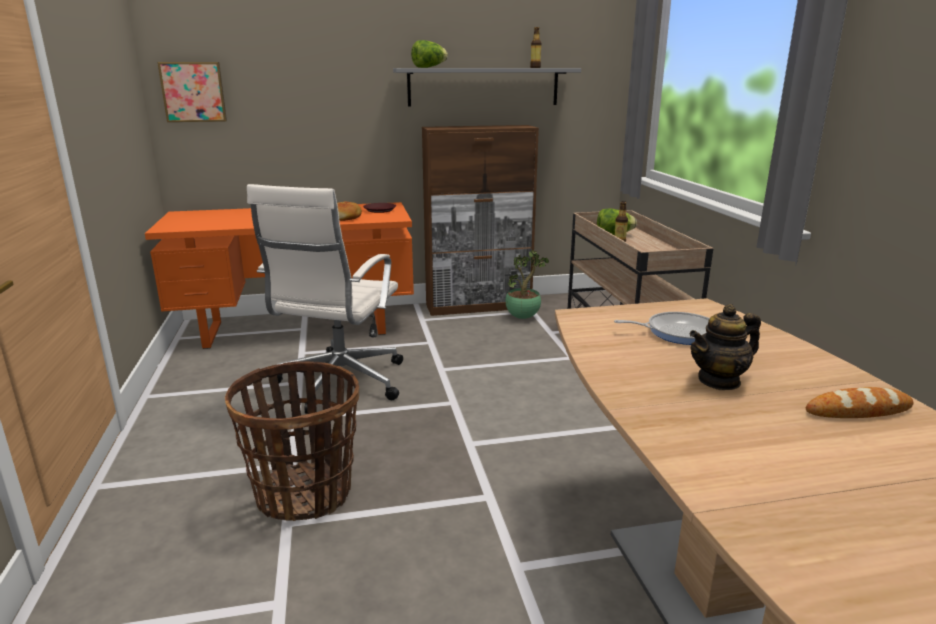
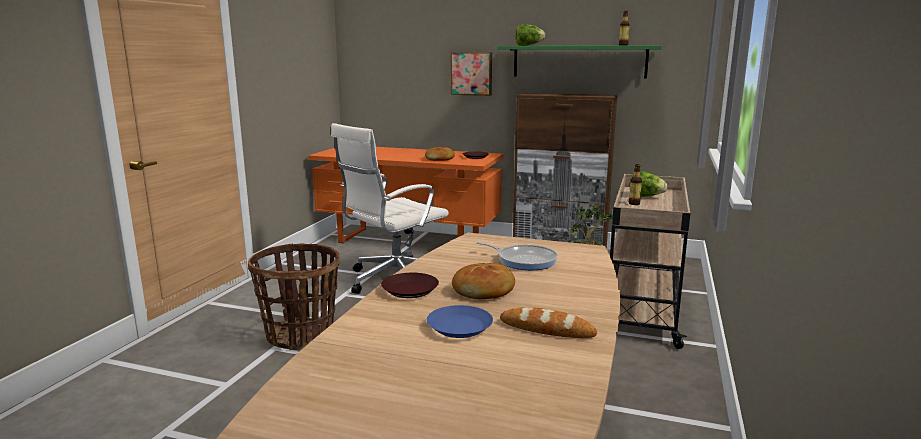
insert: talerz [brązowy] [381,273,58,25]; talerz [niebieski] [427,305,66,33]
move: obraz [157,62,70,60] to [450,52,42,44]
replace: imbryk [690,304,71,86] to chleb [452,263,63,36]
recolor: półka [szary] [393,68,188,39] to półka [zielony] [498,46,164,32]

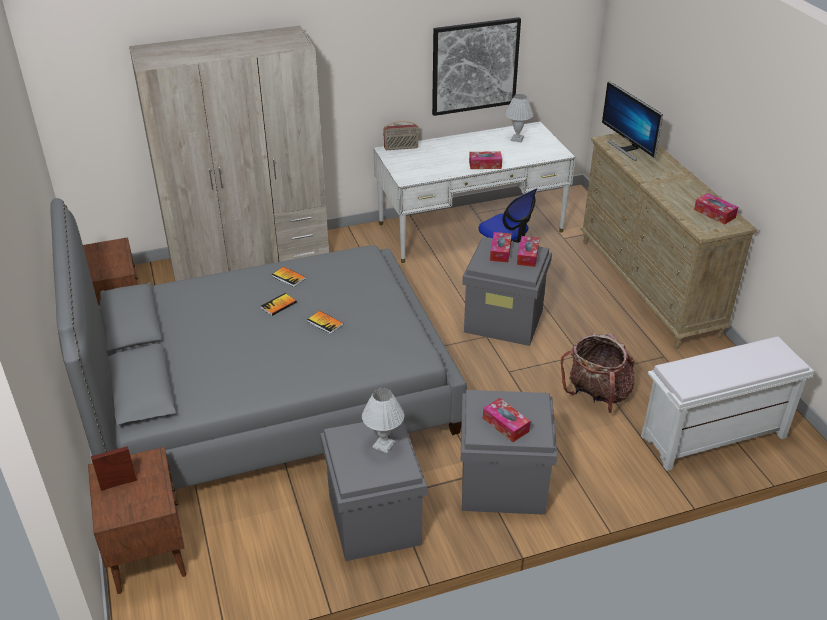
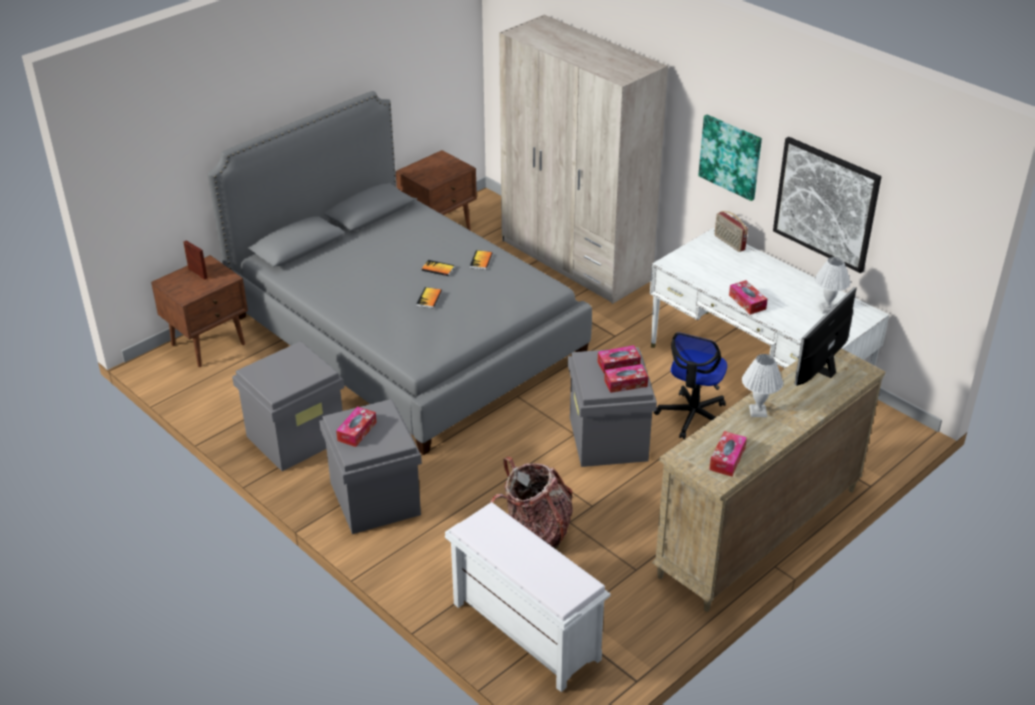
insert: obraz [698,114,64,87]
move: lampa stołowa [biały] [362,388,42,65] to [742,354,41,63]

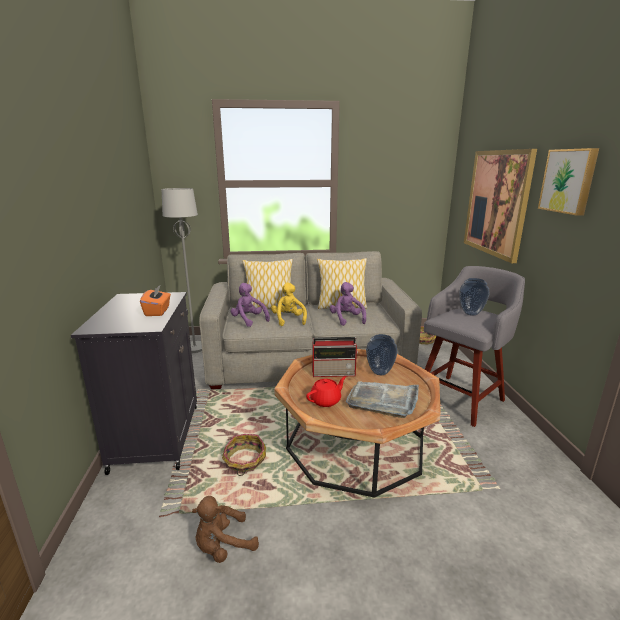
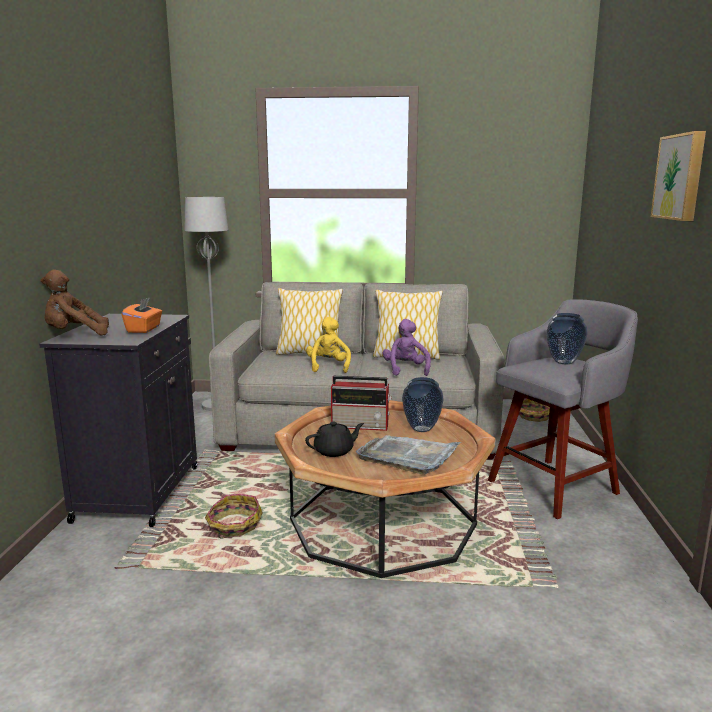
delete: obraz [464,149,73,114]; pluszak [fioletowy] [231,283,39,44]
move: pluszak [brązowy] [192,496,67,67] to [41,269,68,67]
recolor: imbryk [czerwony] [306,376,40,31] to imbryk [czarny] [305,422,59,35]

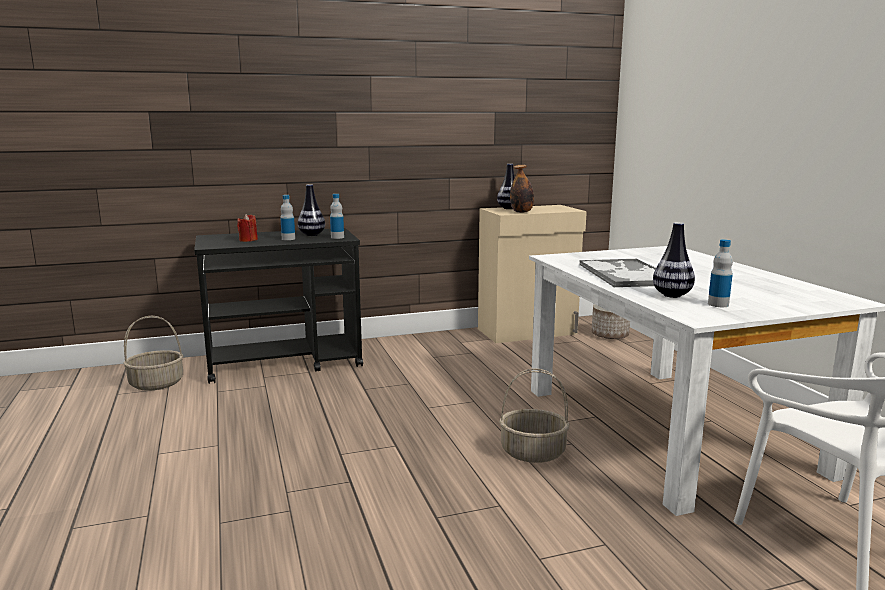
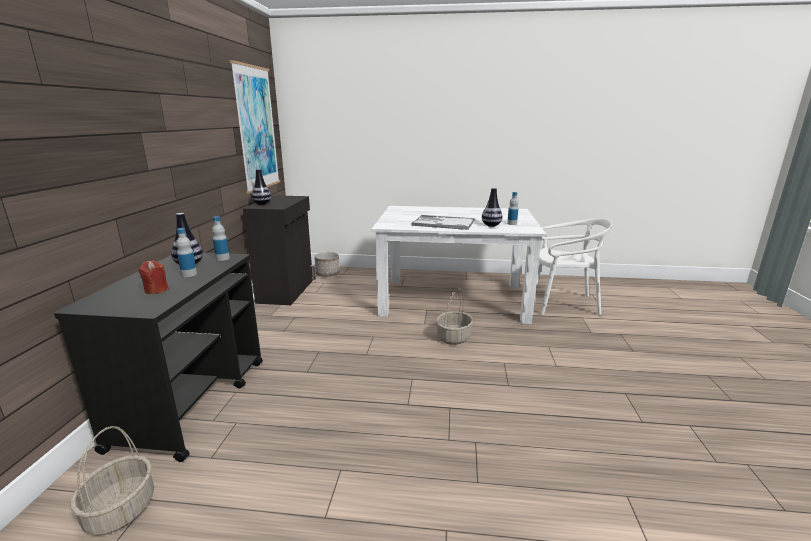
delete: butelka [510,165,24,48]
insert: obraz [230,60,50,134]
recolor: szafka [beżowy] [478,205,109,138] to szafka [czarny] [243,195,73,110]

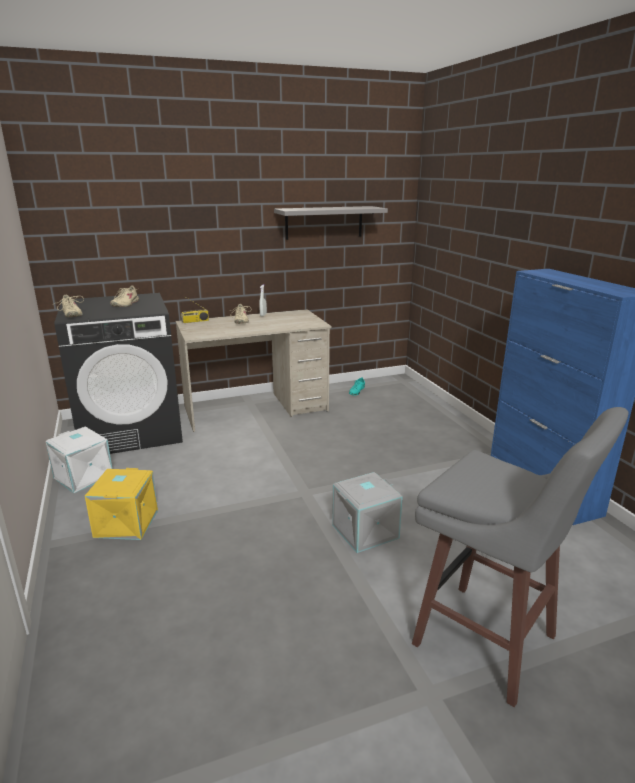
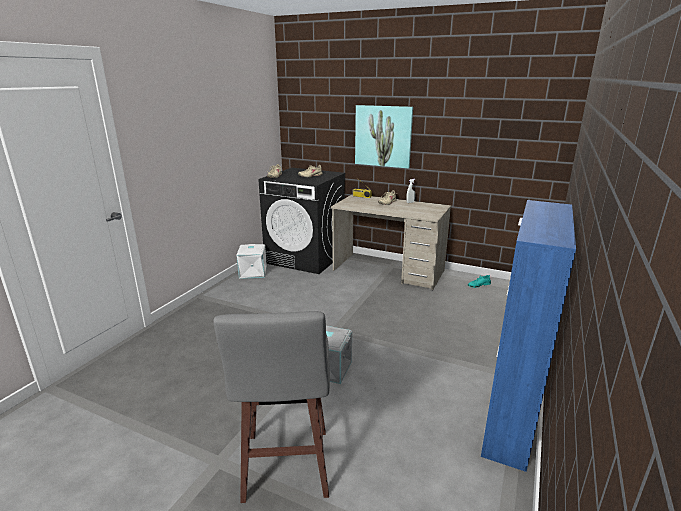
delete: półka [szary] [274,206,114,34]; pojemnik do przechowywania [żółty] [85,468,73,72]
insert: obraz [355,105,58,63]

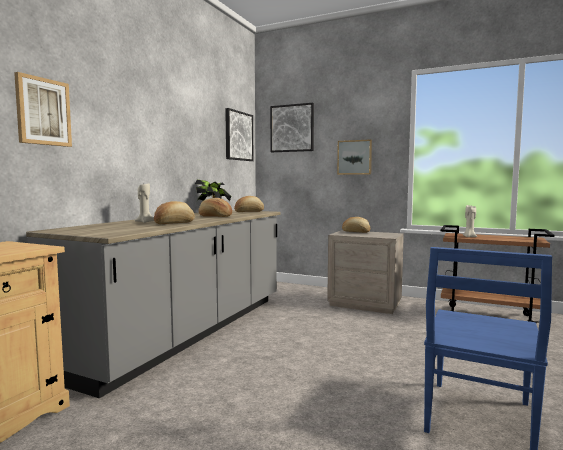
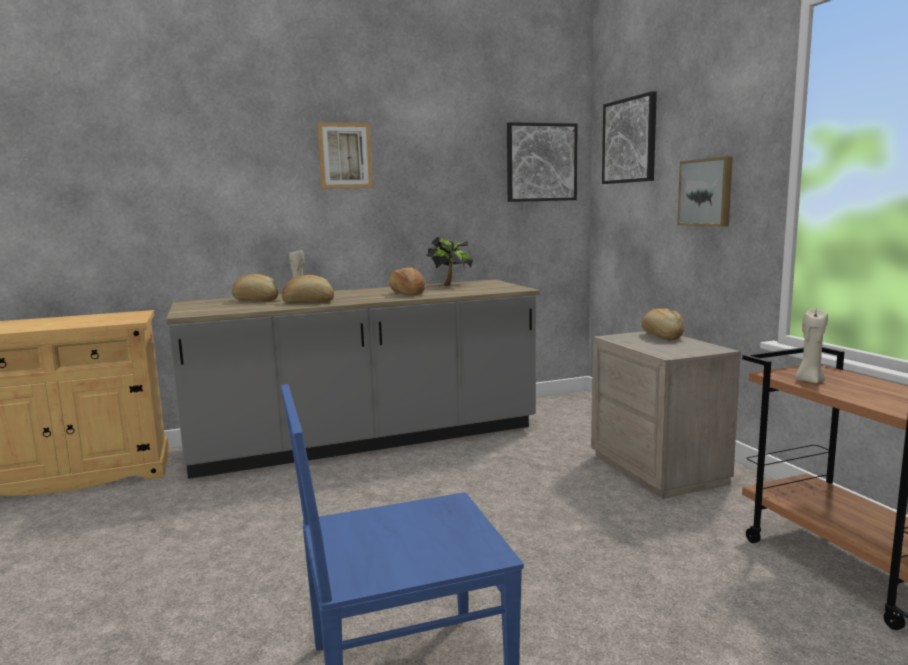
move: obraz [14,72,58,75] to [317,122,56,67]; chleb [234,196,30,16] to [232,274,46,27]

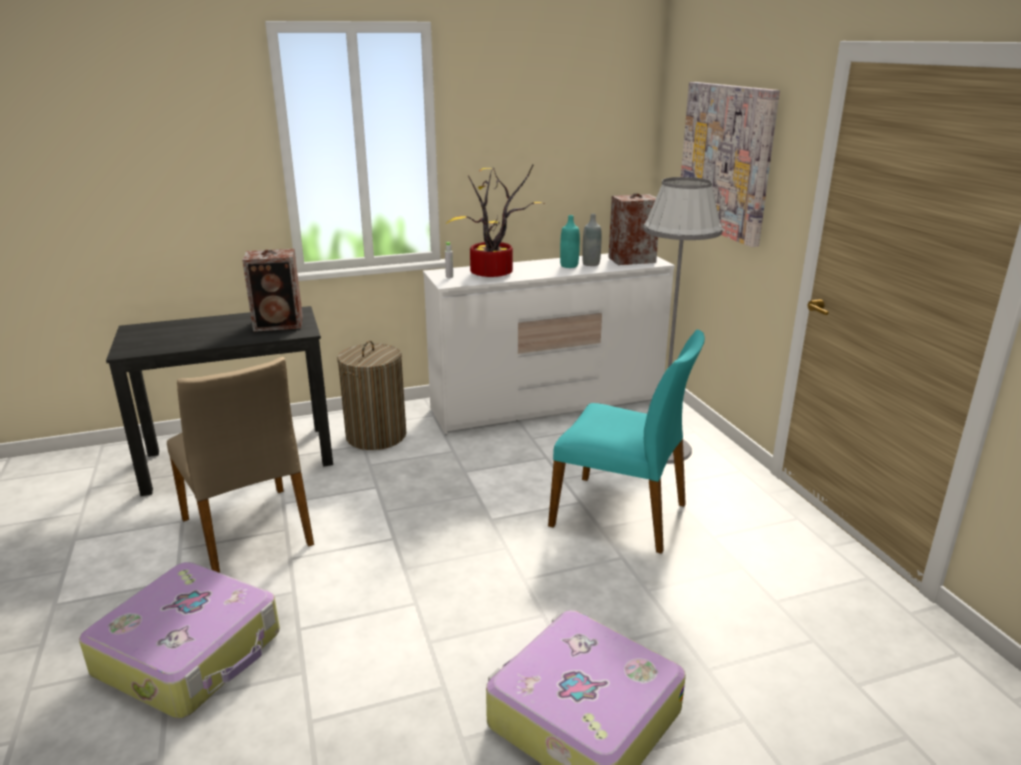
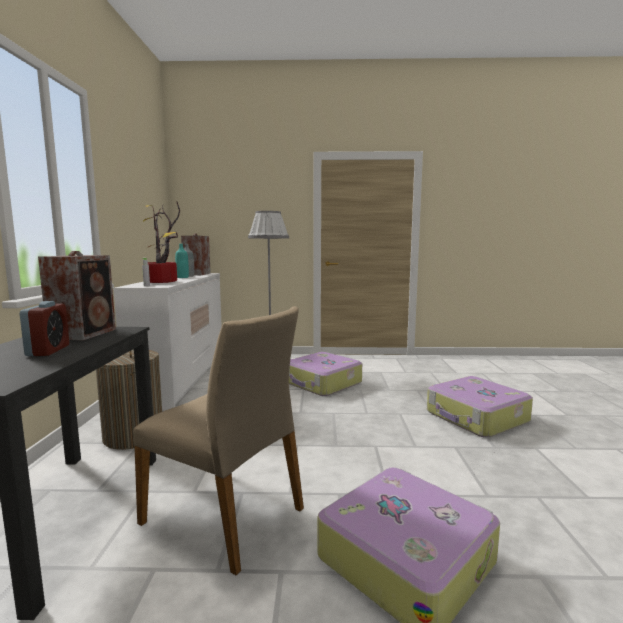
delete: obraz [681,82,99,165]
insert: budzik [20,301,49,55]
replace: krzesło [turkusowy] [548,330,157,224] to walizka [289,352,73,44]
rotate: krzesło [beżowy] [167,357,147,216] = [133,306,171,269] 45 degrees clockwise

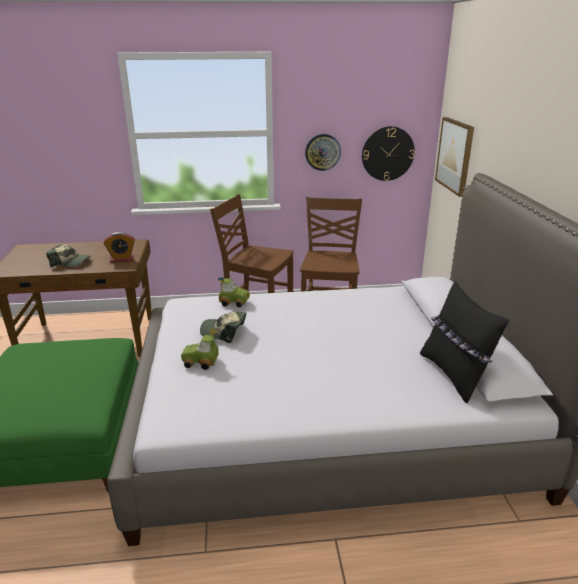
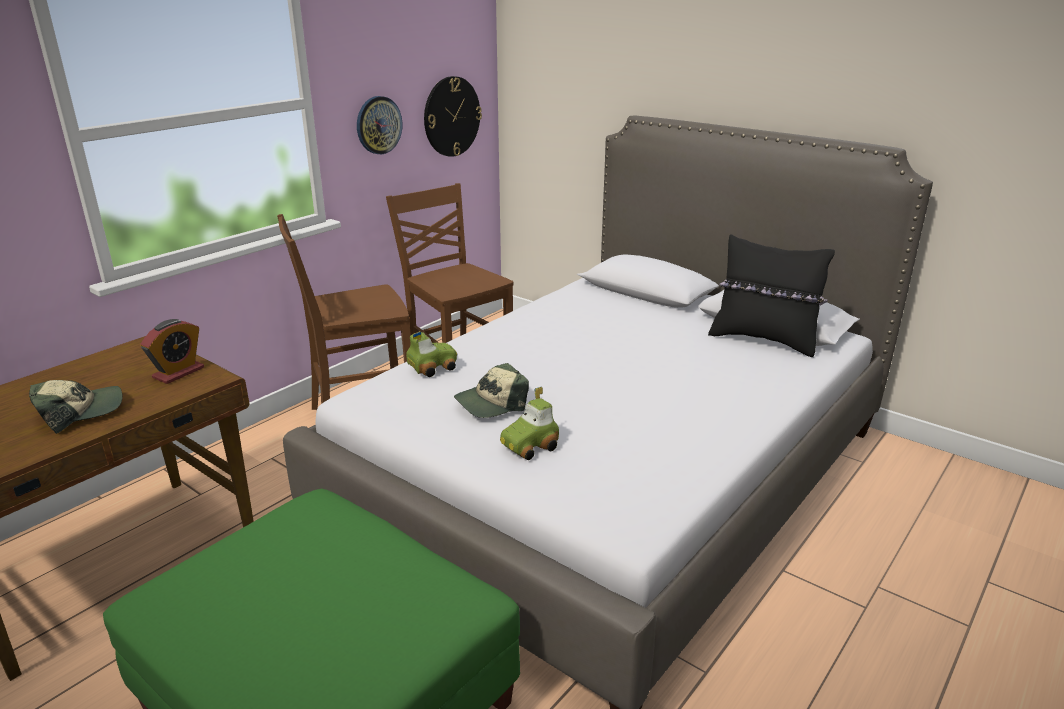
delete: obraz [435,117,39,80]

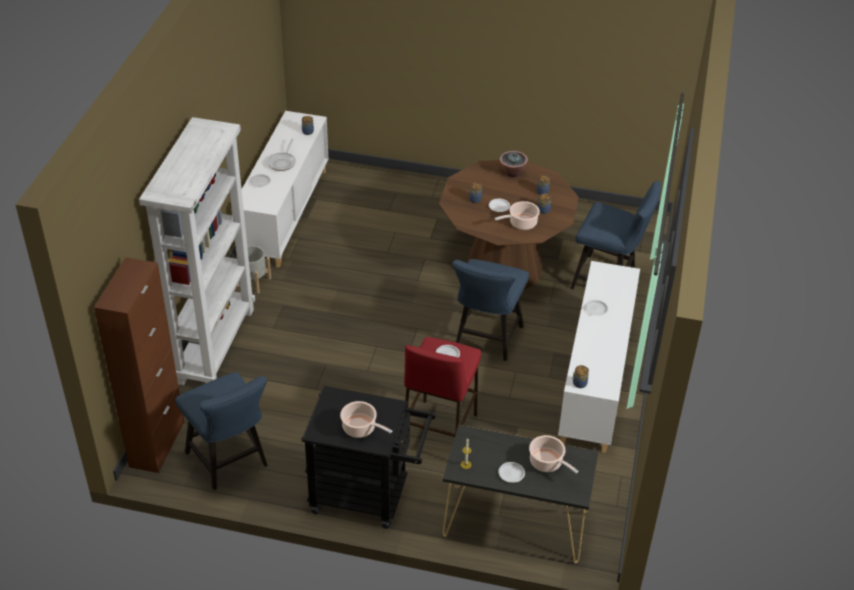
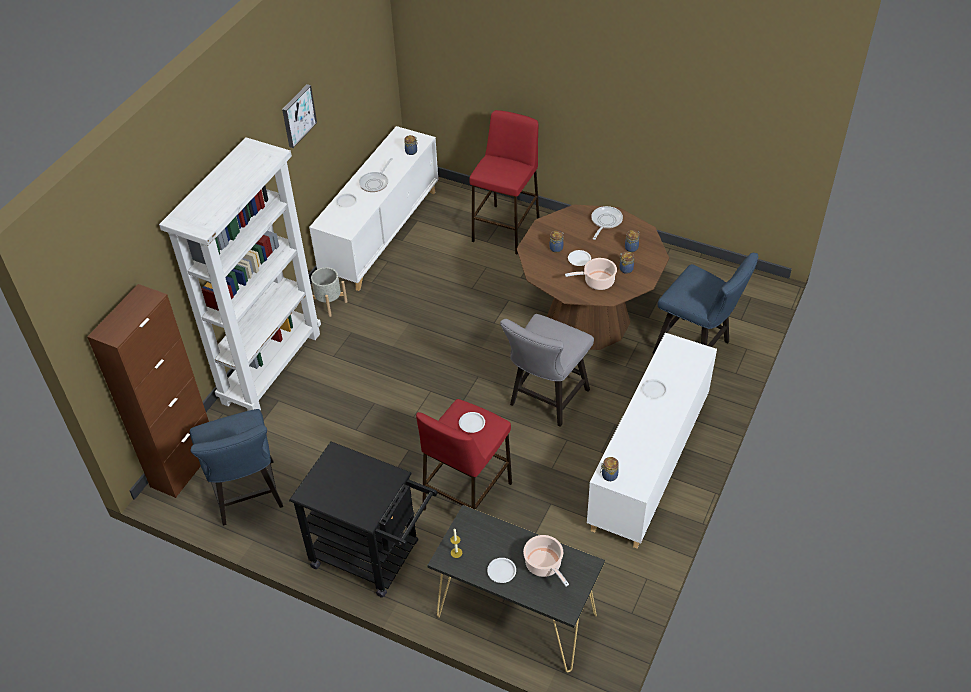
delete: garnek [340,401,52,37]
insert: obraz [282,84,35,64]; stołek [czerwony] [469,110,71,144]
replace: roślina doniczkowa [500,151,28,26] to patelnia [591,206,32,34]
recolor: krzesło [niebieski] [452,259,77,102] to krzesło [szary] [500,314,94,113]

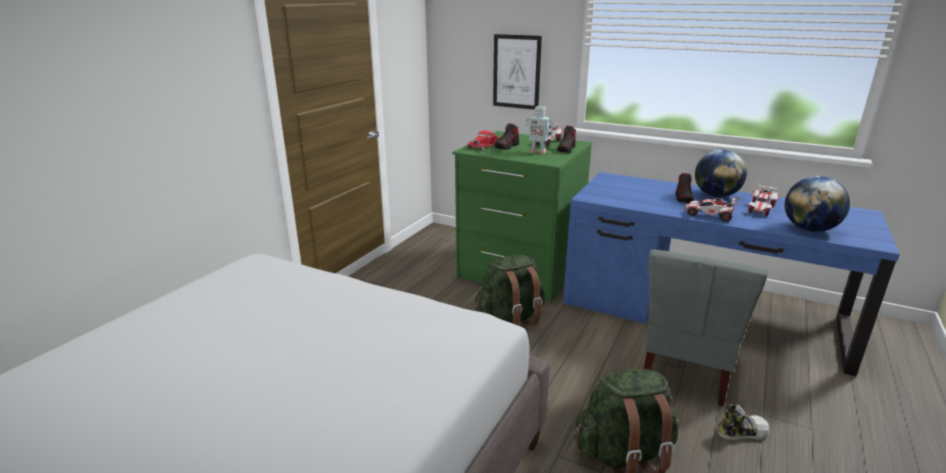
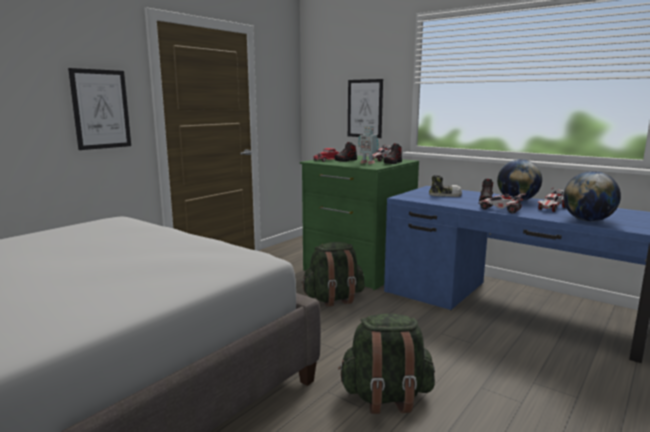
delete: krzesło [szary] [644,249,125,157]
insert: obraz [68,68,63,82]
move: but [717,405,53,35] to [429,175,33,22]

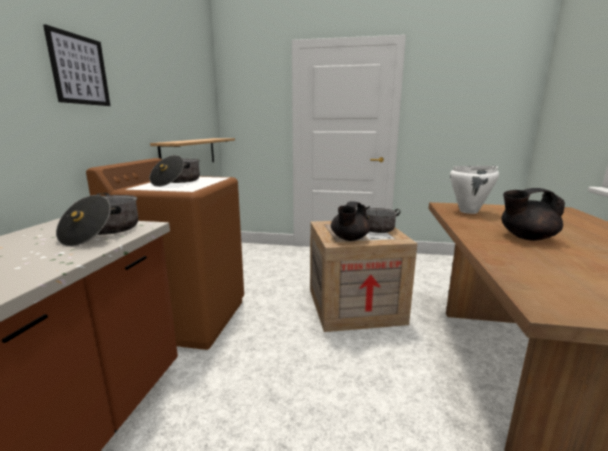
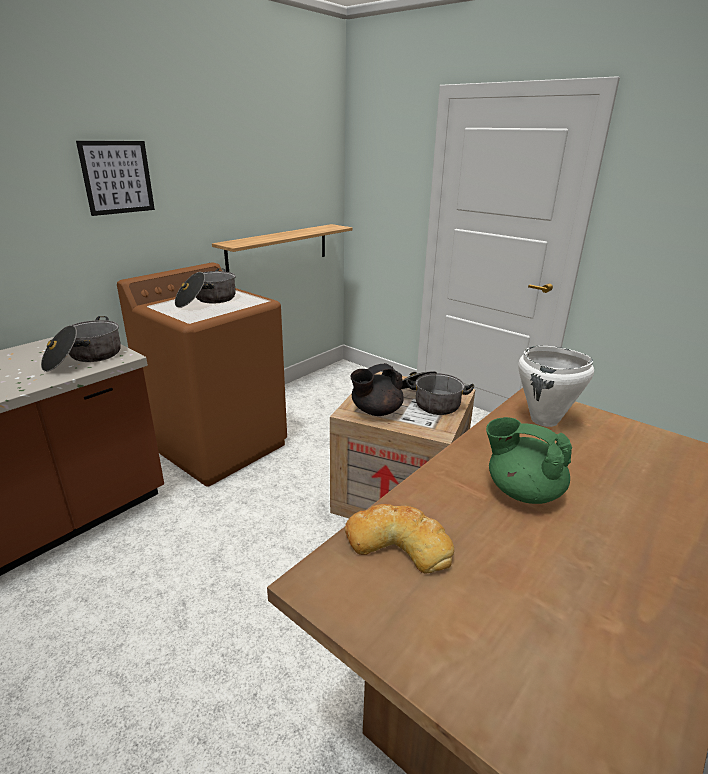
insert: chleb [345,504,109,70]
recolor: imbryk [czarny] [501,188,64,53] to imbryk [zielony] [486,417,86,87]

